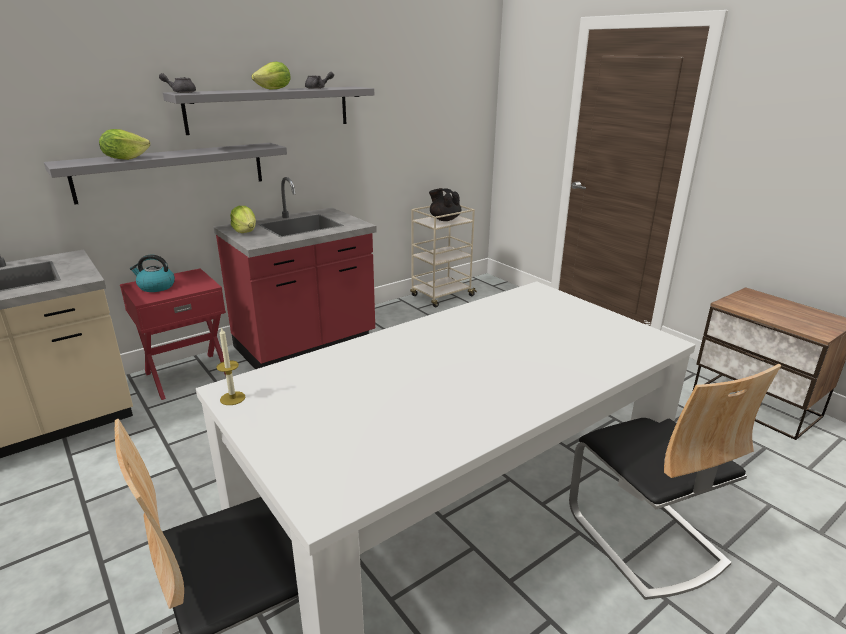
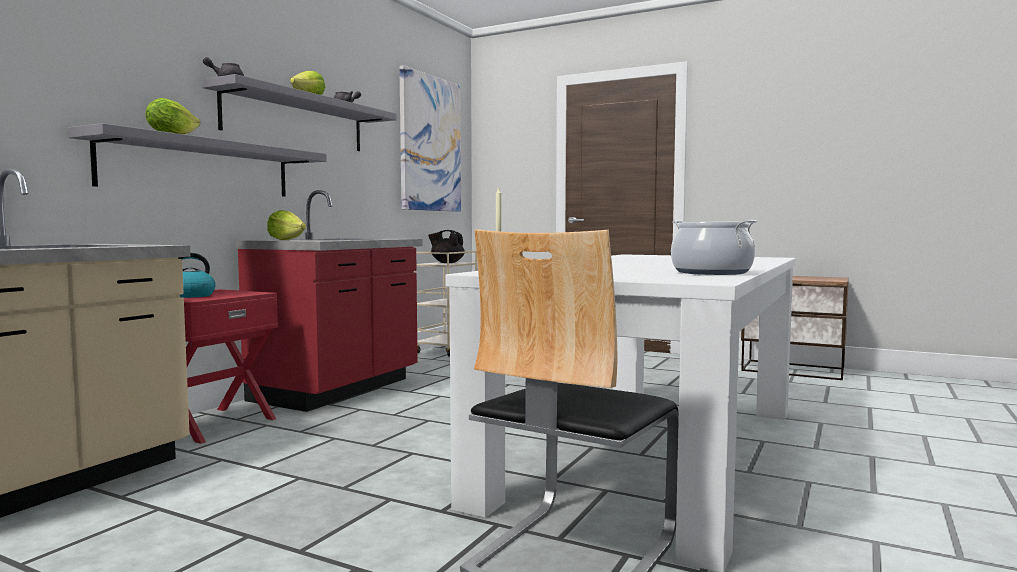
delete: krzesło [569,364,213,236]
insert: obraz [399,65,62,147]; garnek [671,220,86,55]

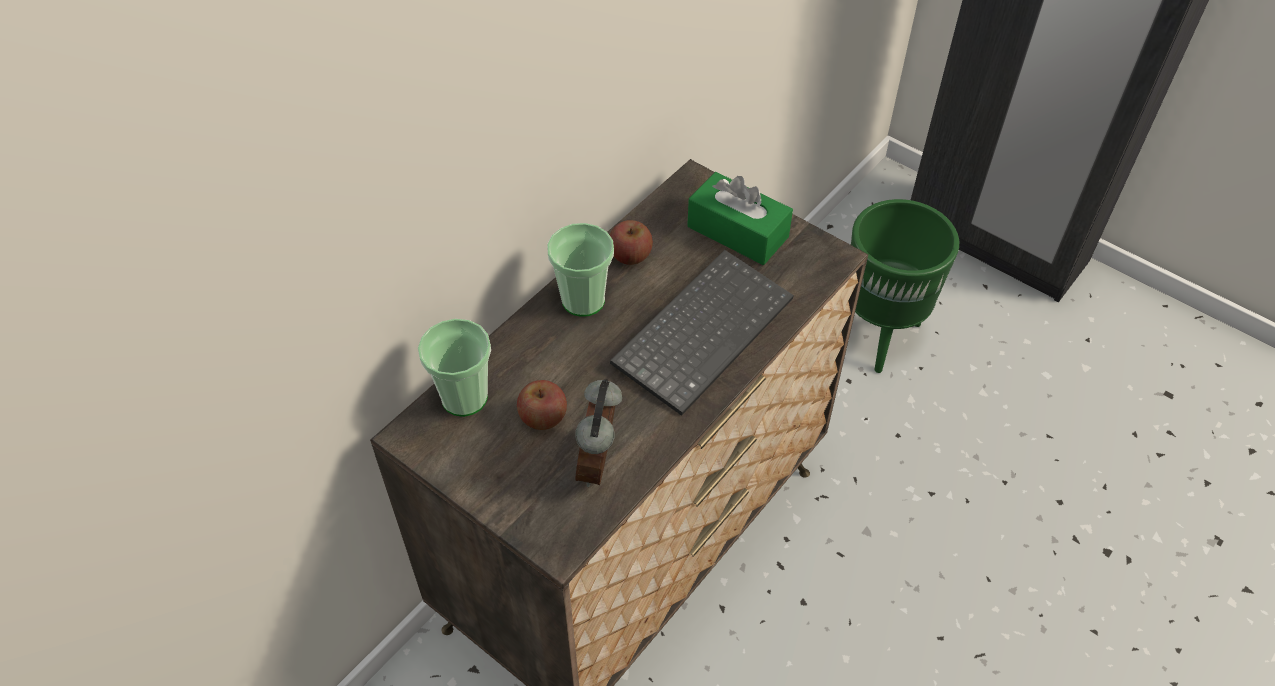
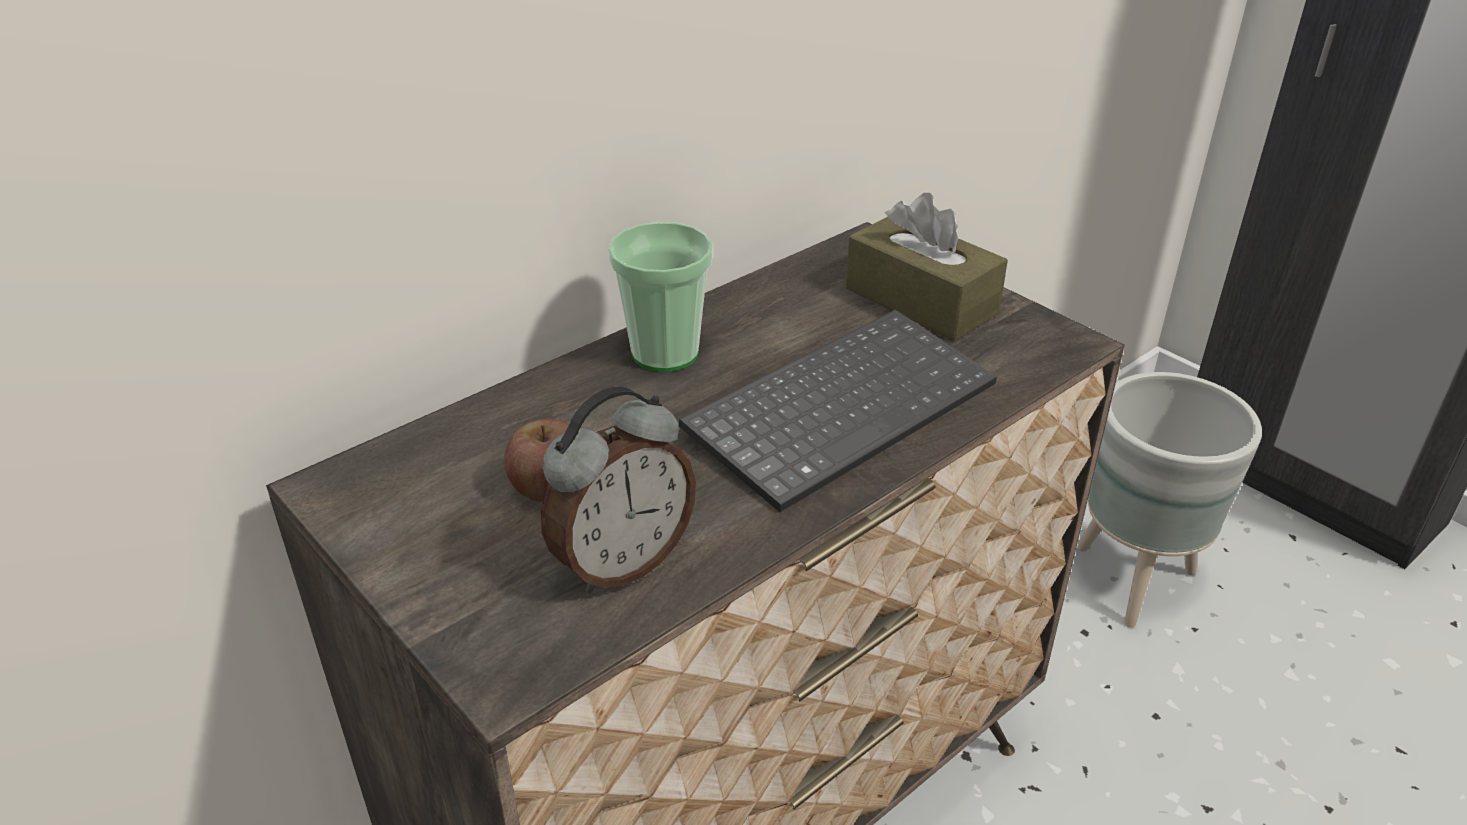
delete: jabłko [610,220,43,45]; filiżanka [418,319,73,98]
recolor: pudełko chusteczek [zielony] [687,172,106,93] to pudełko chusteczek [brązowy] [846,193,162,147]; donica [zielony] [851,199,108,174] to donica [szary] [1077,372,185,255]
rotate: budzik [575,379,47,108] = [541,386,155,207] 150 degrees counterclockwise

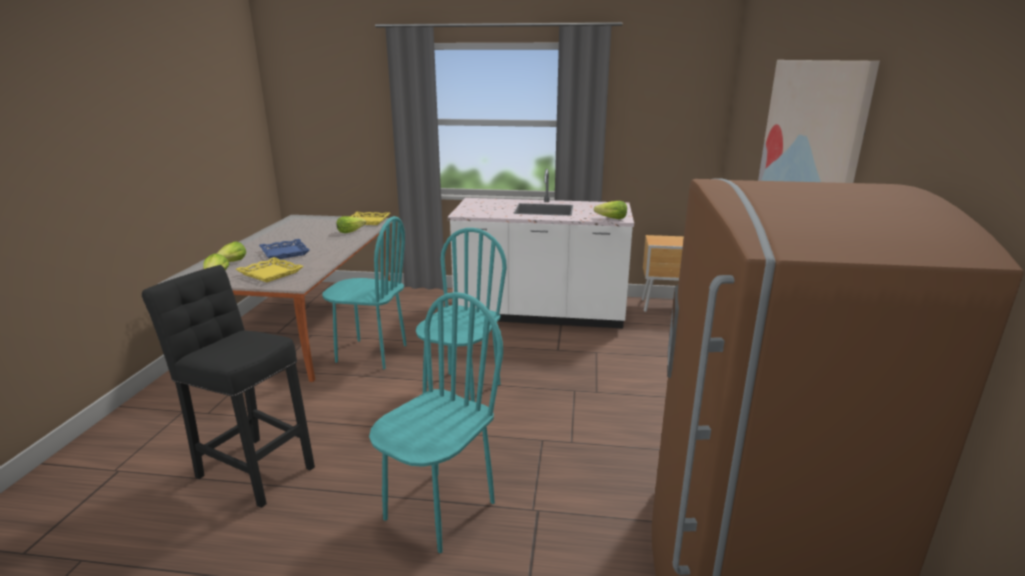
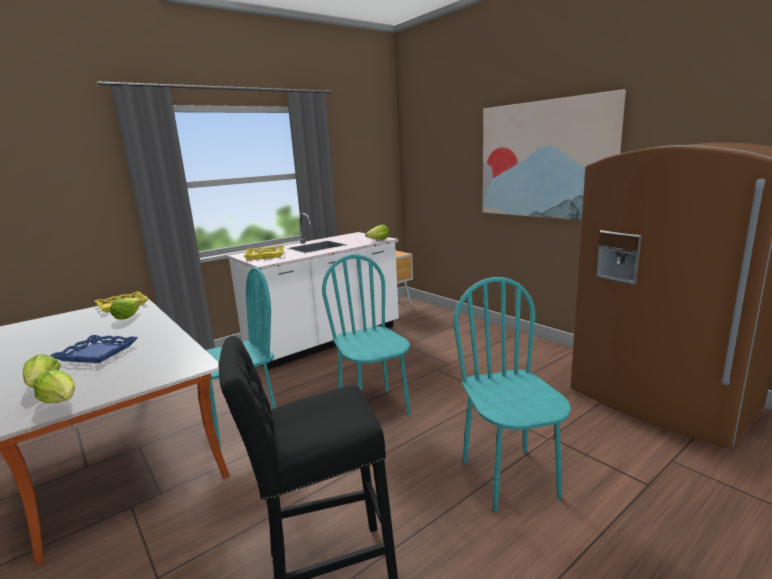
move: taca [żółty] [236,257,67,25] to [243,246,41,14]

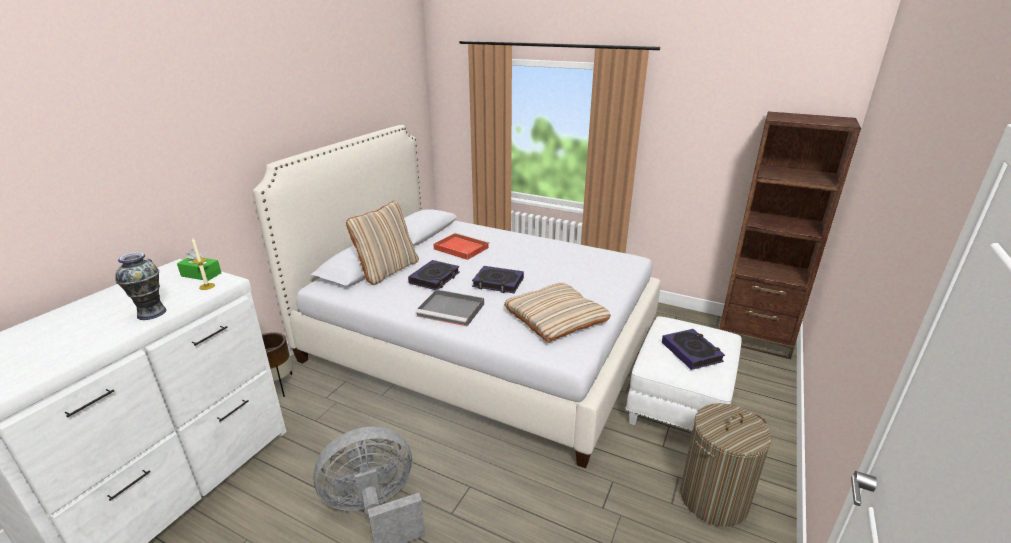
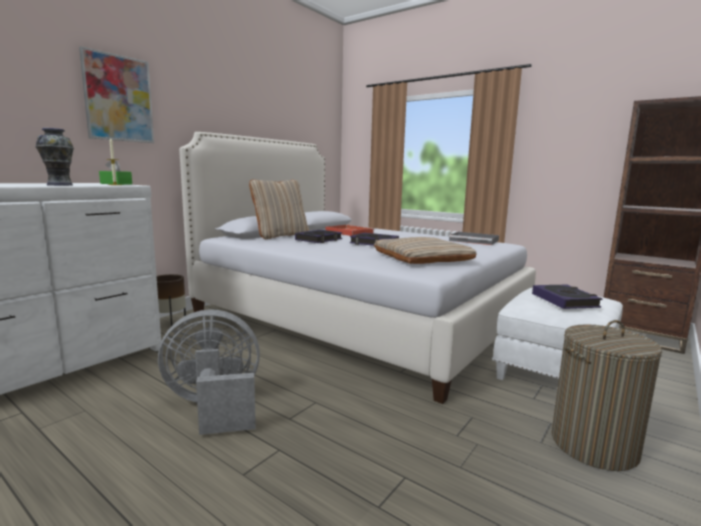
insert: obraz [79,46,75,97]
move: taca [szary] [416,289,68,37] to [449,232,50,13]

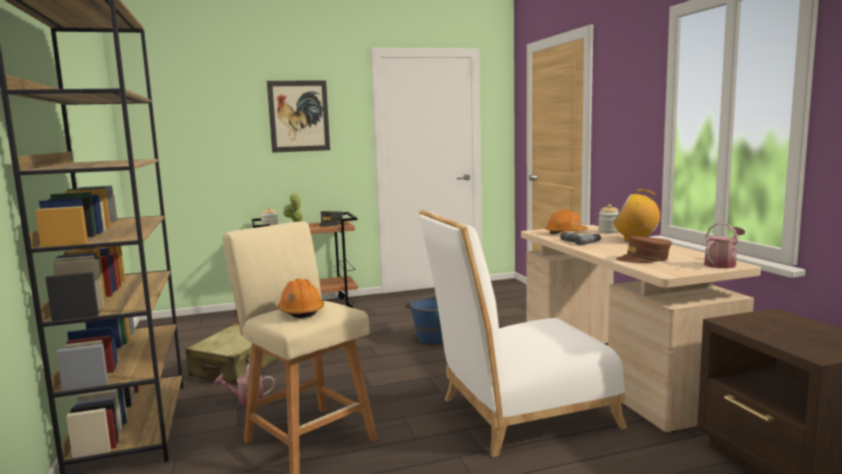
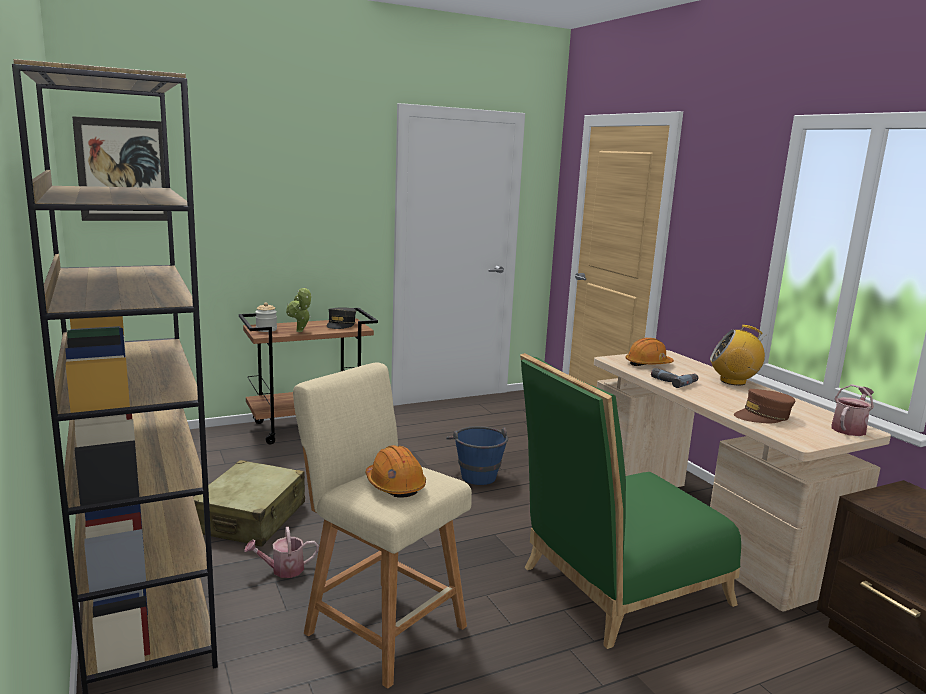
delete: słoik [598,204,21,29]
move: obraz [267,80,63,73] to [72,116,95,105]
recolor: krzesło [biały] [419,210,208,247] to krzesło [zielony] [520,353,221,296]

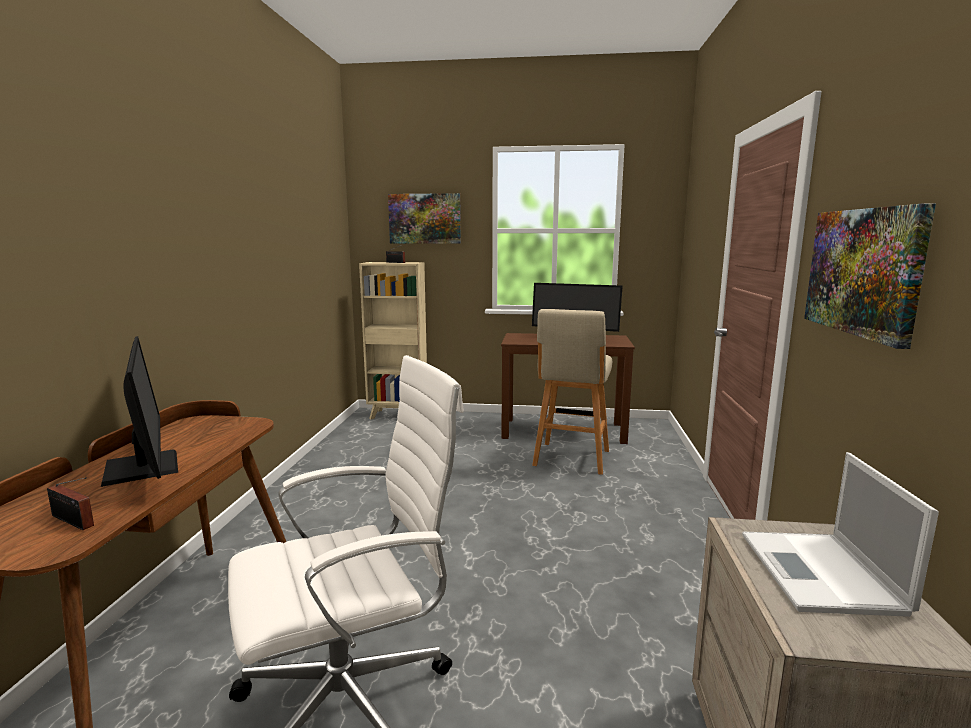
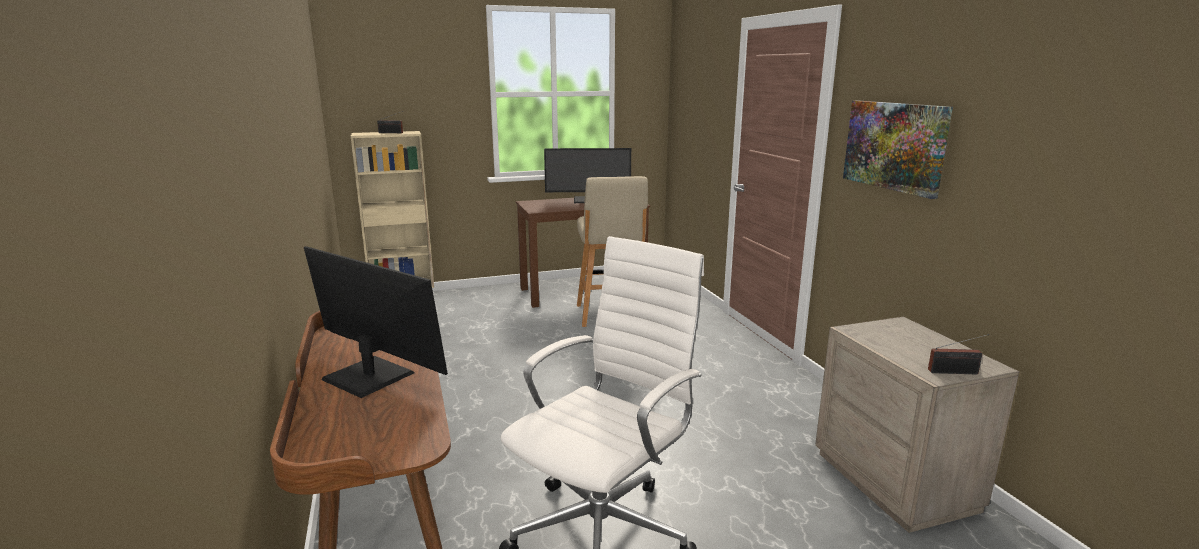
delete: obraz [388,193,73,51]; laptop [742,452,197,165]
move: radio [47,477,47,53] to [928,334,61,40]

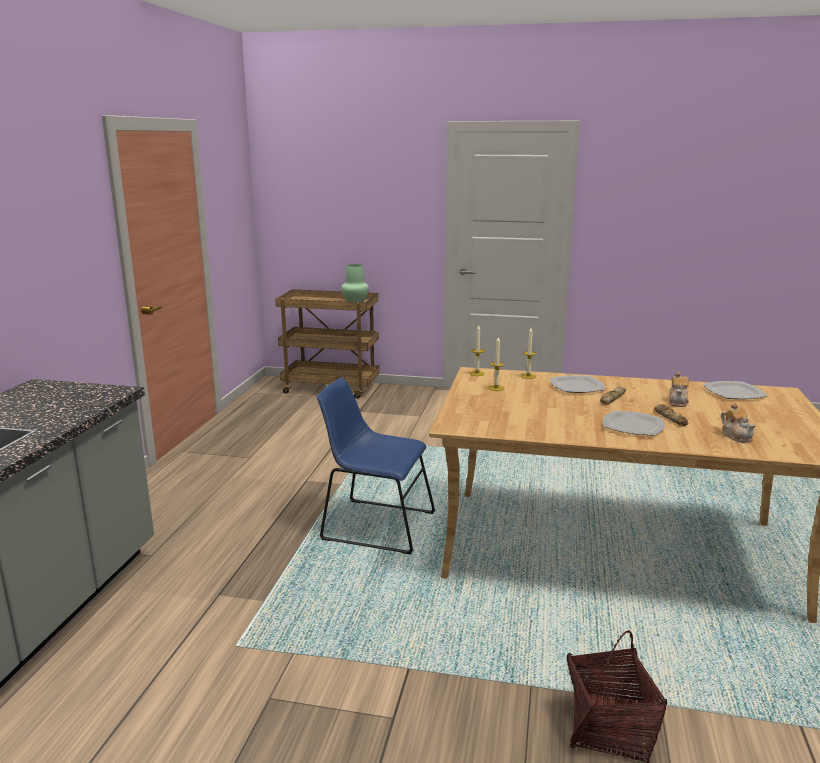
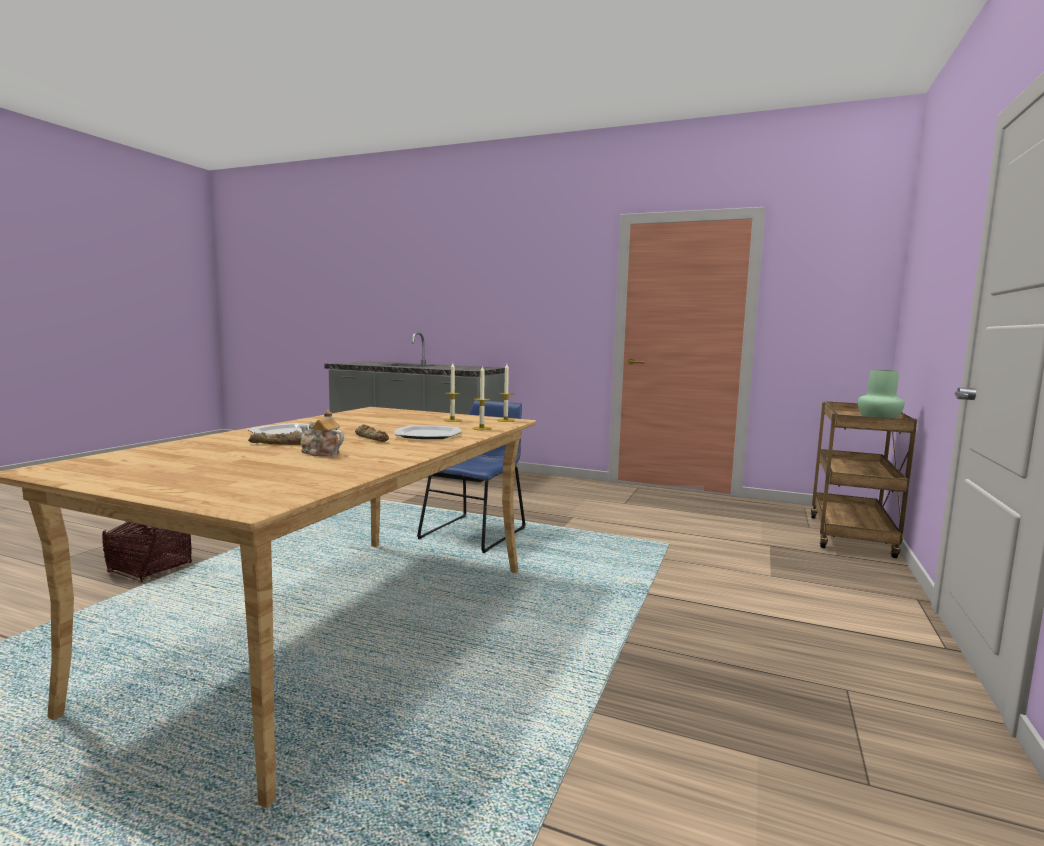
delete: talerz [704,381,63,18]; imbryk [721,403,35,40]

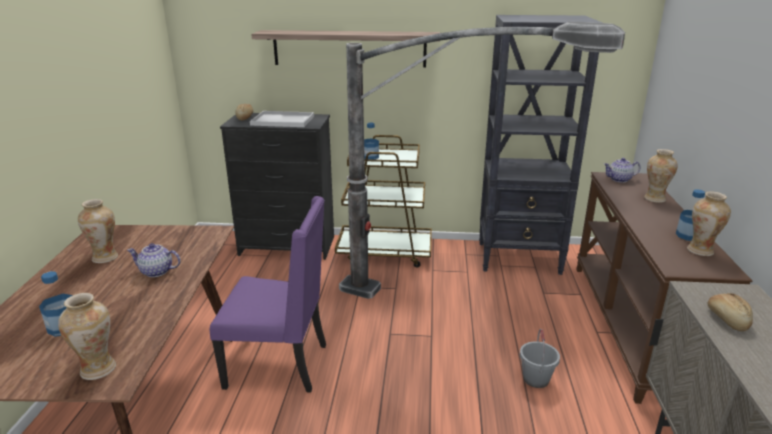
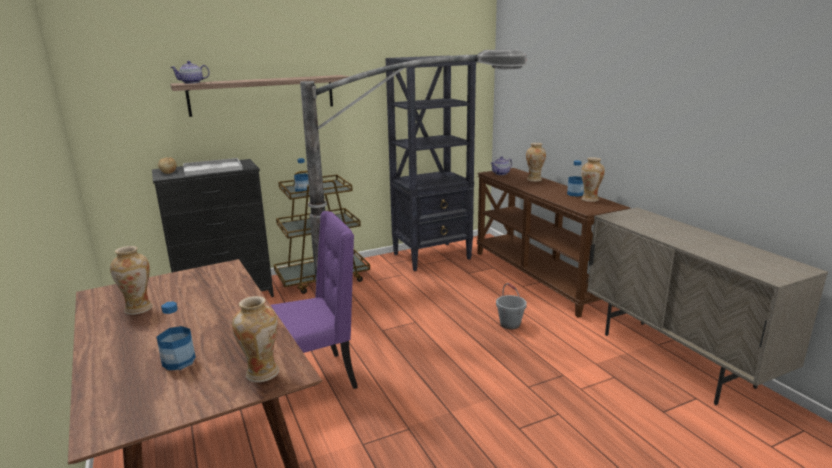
delete: chleb [707,293,46,38]
move: imbryk [127,243,54,34] to [170,61,40,23]

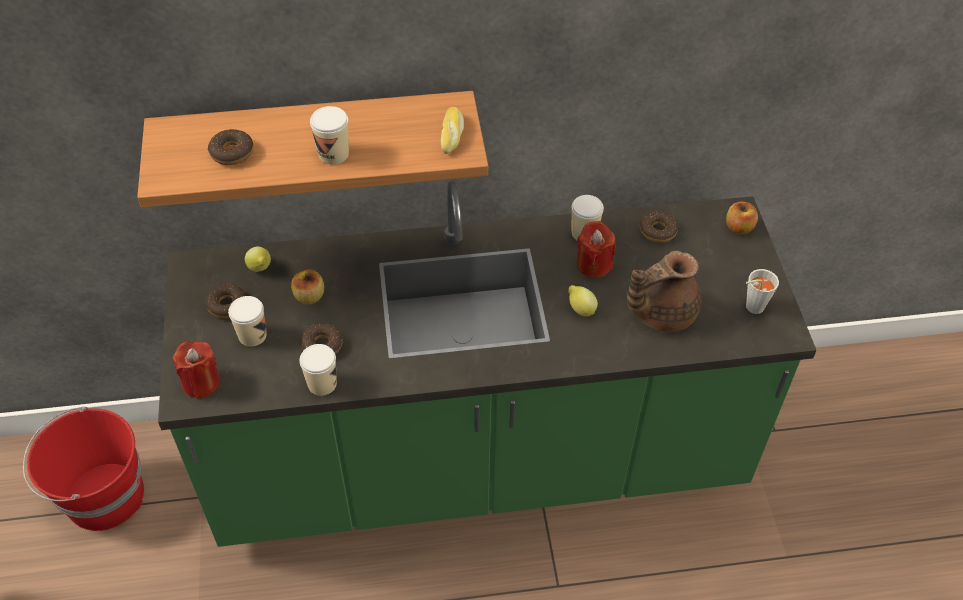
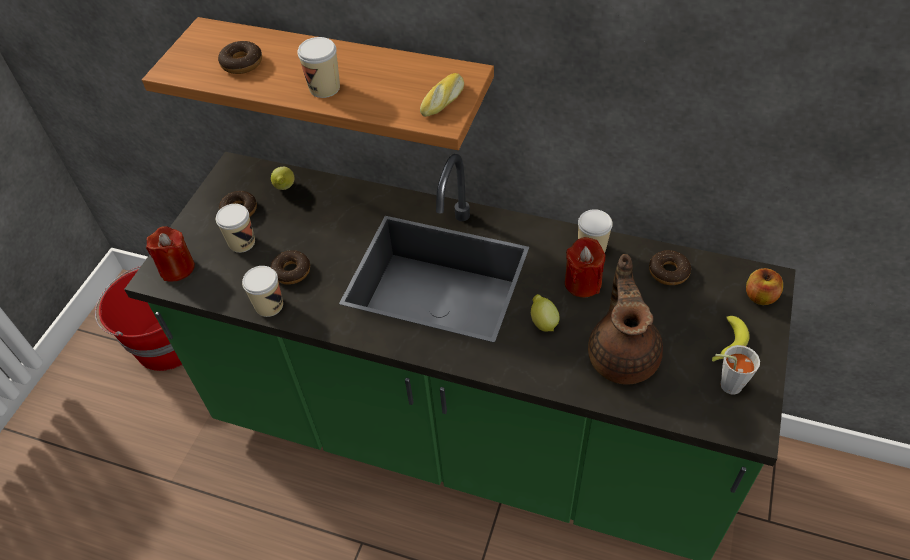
delete: jabłko [291,270,33,34]
insert: banan [712,316,38,45]
rotate: imbryk [brązowy] [627,251,75,81] = [588,254,75,131] 90 degrees clockwise

